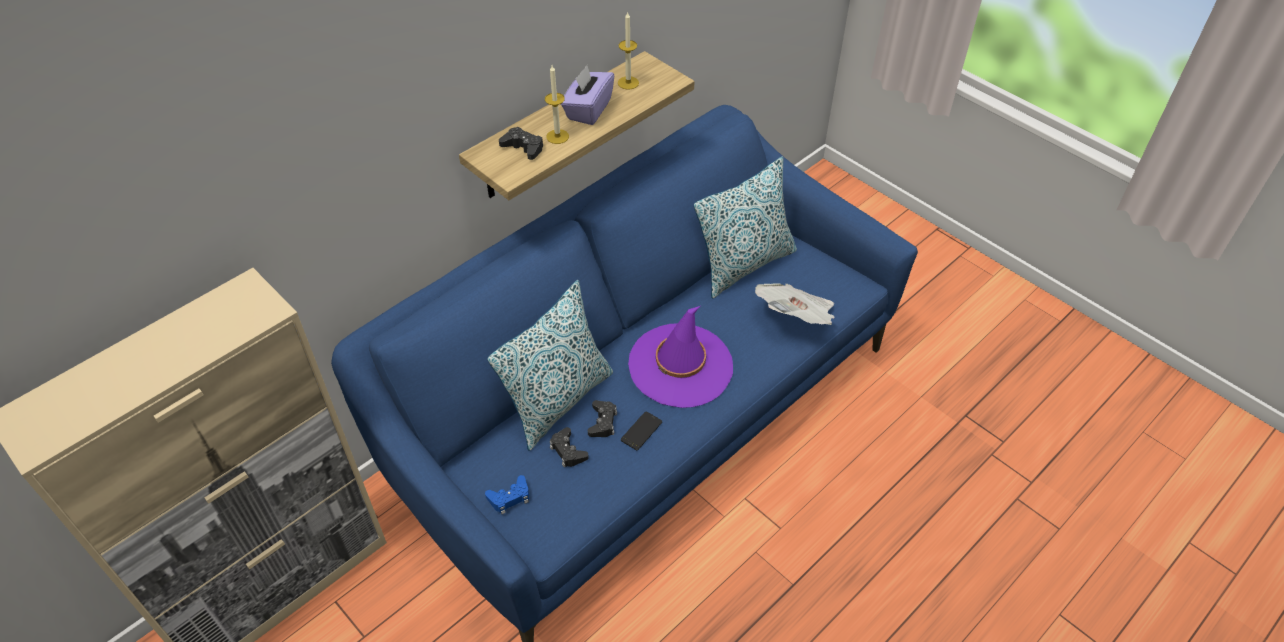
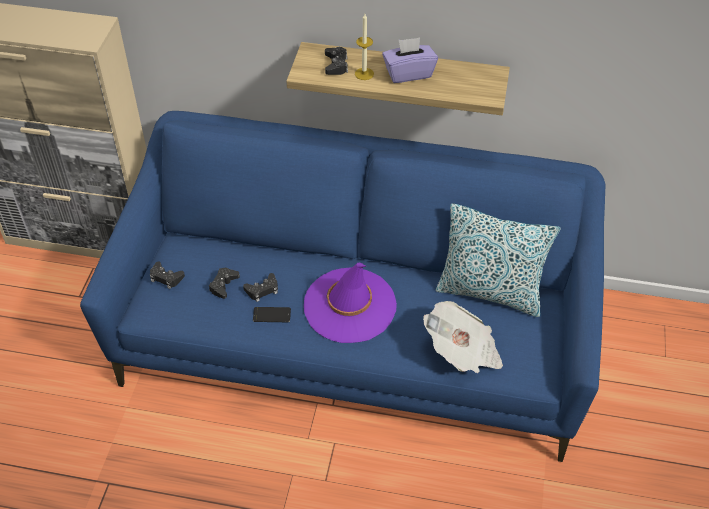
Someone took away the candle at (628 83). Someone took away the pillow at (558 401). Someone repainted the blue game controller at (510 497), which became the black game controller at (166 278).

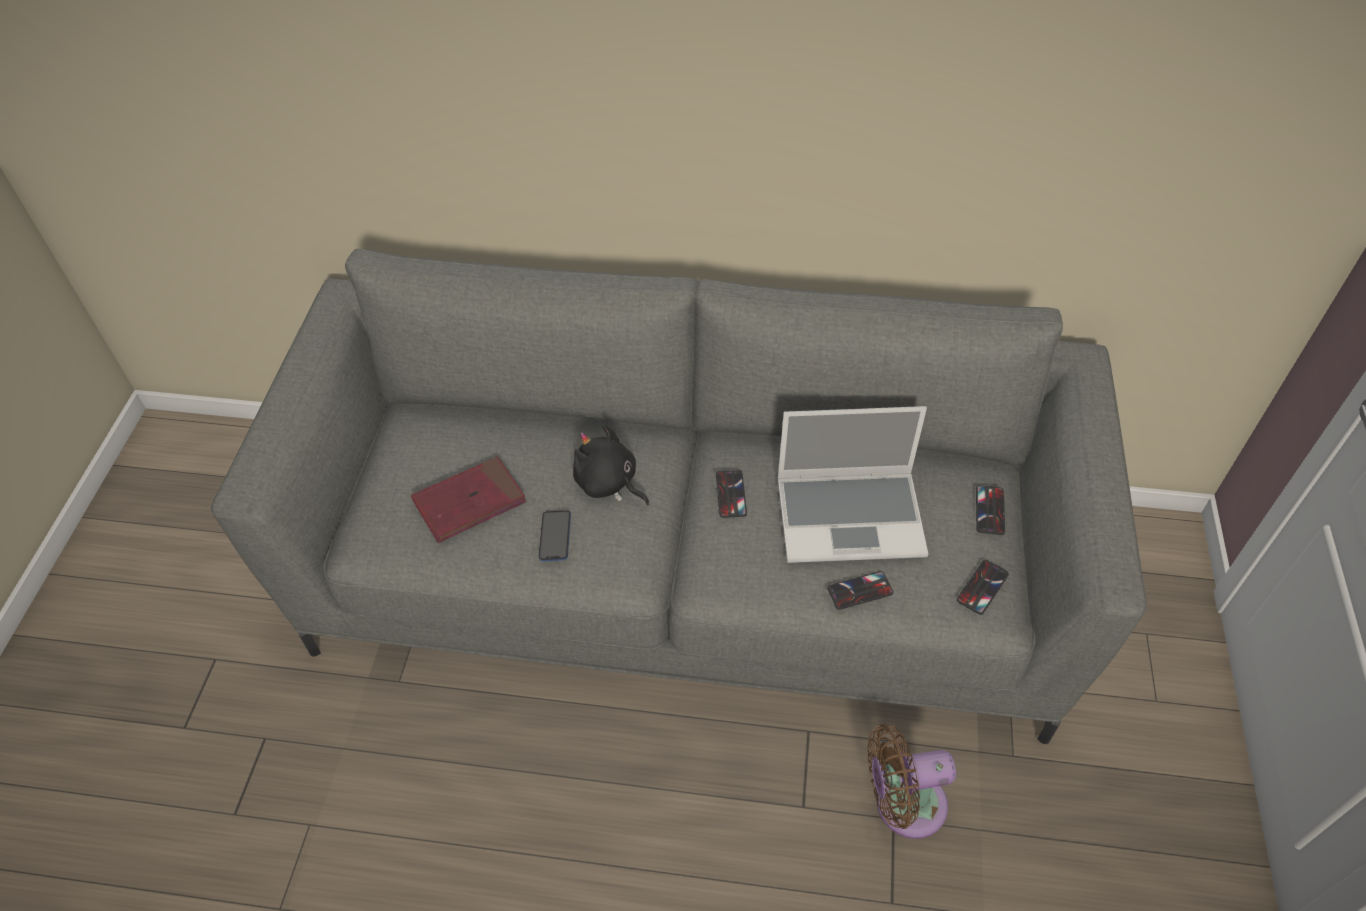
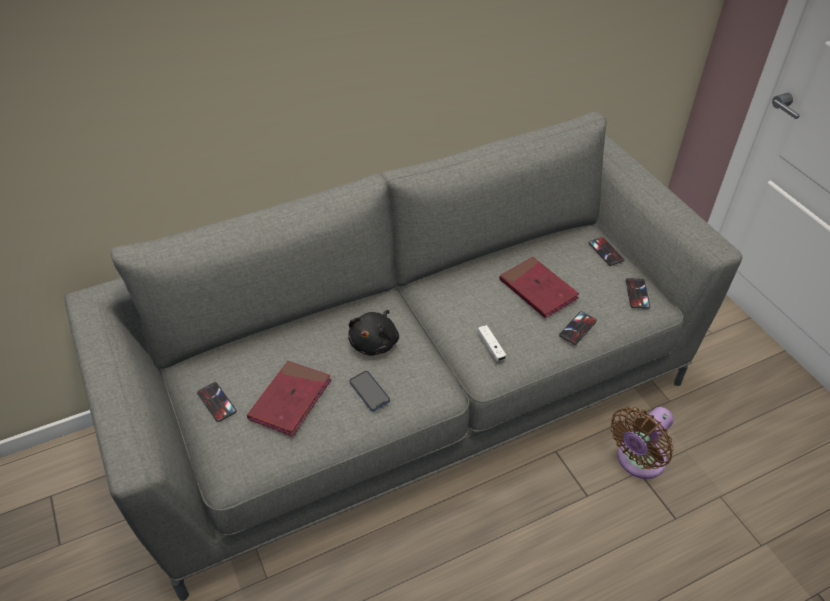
Someone swapped the laptop at (851 516) for the red book at (538 290). Someone rotated the black plush toy at (608 483) by 75 degrees counterclockwise. Someone carried the phone from (730 494) to (216 402). Someone put down the white game controller at (491 347).

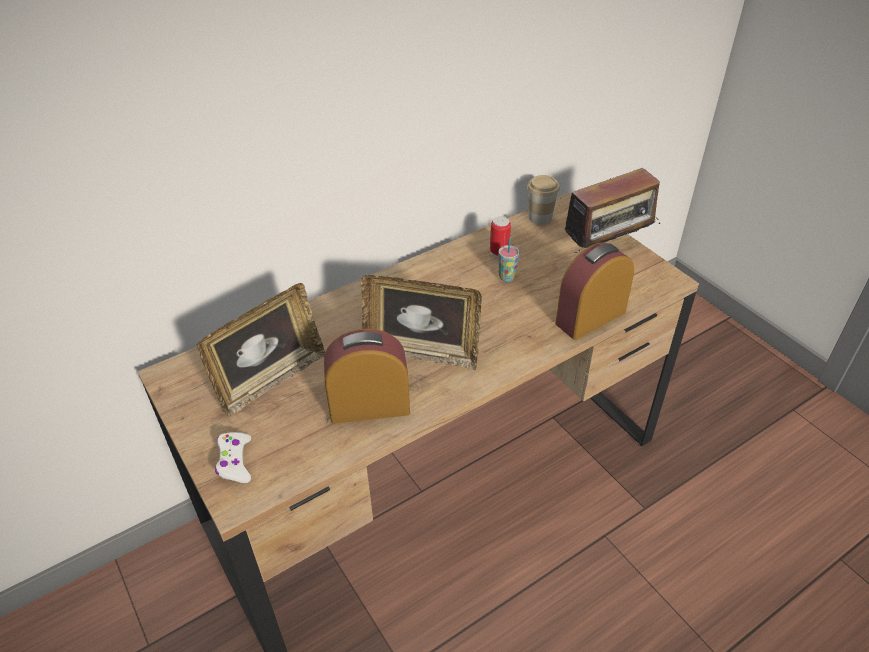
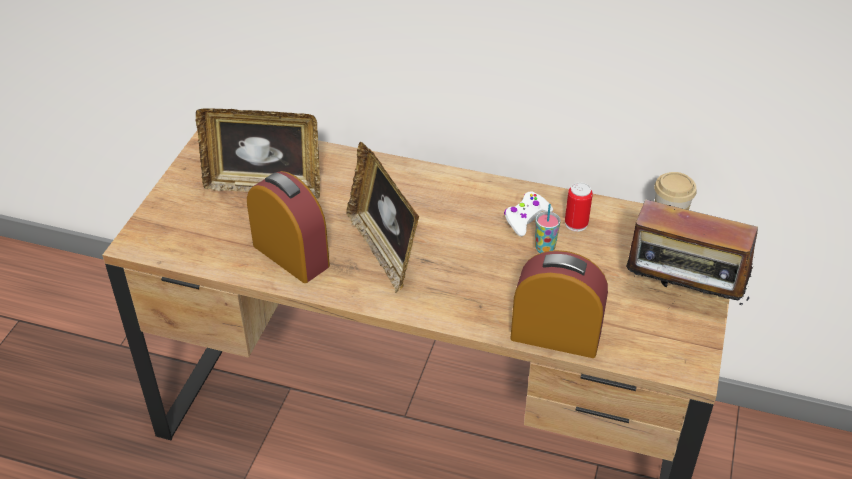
Someone carried the white game controller from (235 462) to (526 218).

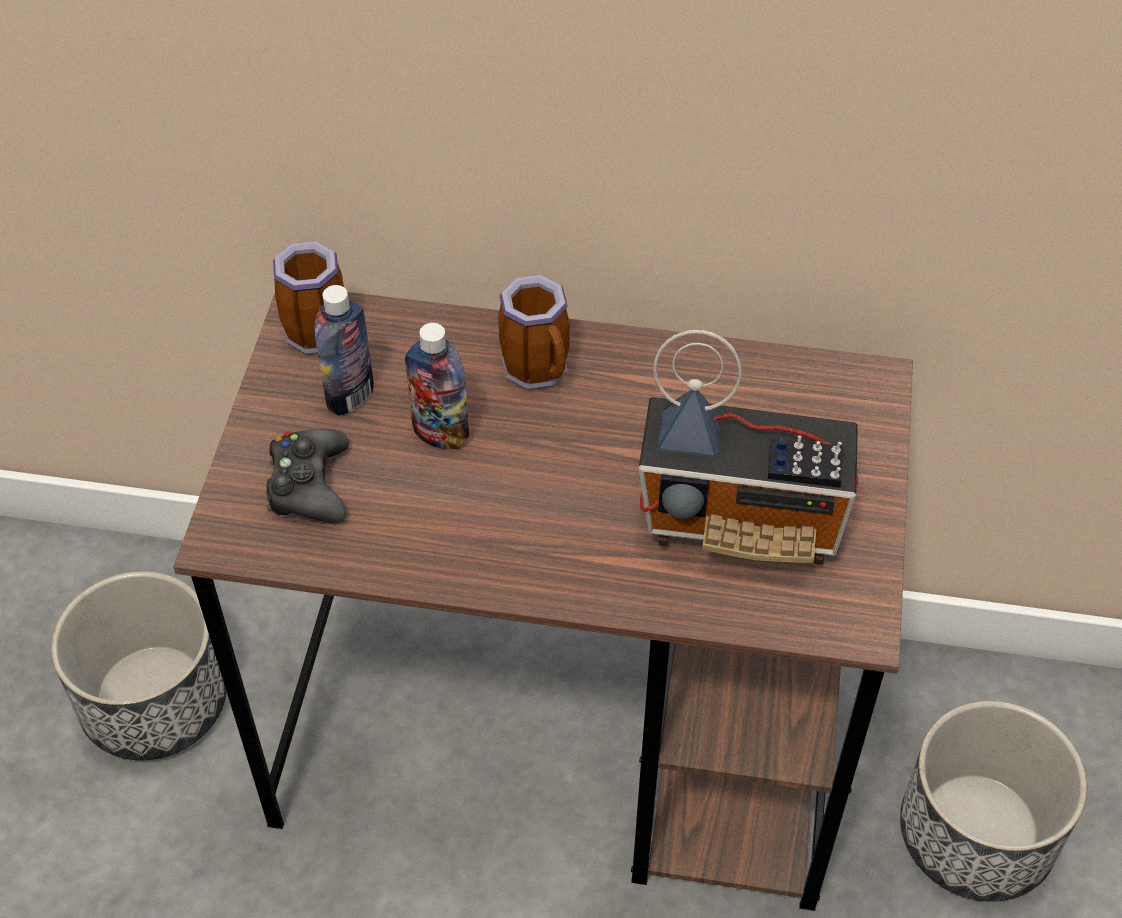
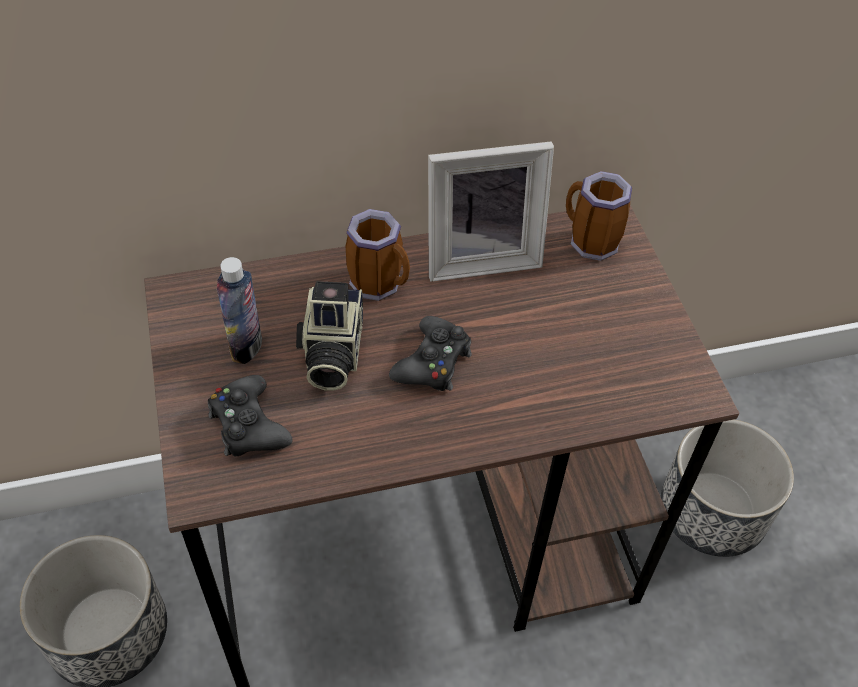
Someone carried the mug from (311 330) to (588 243). Someone swapped the bottle at (440 434) for the photo camera at (331 353). Someone took away the radio at (743 519). Someone put down the picture frame at (481 256). Someone put down the black game controller at (433 363).

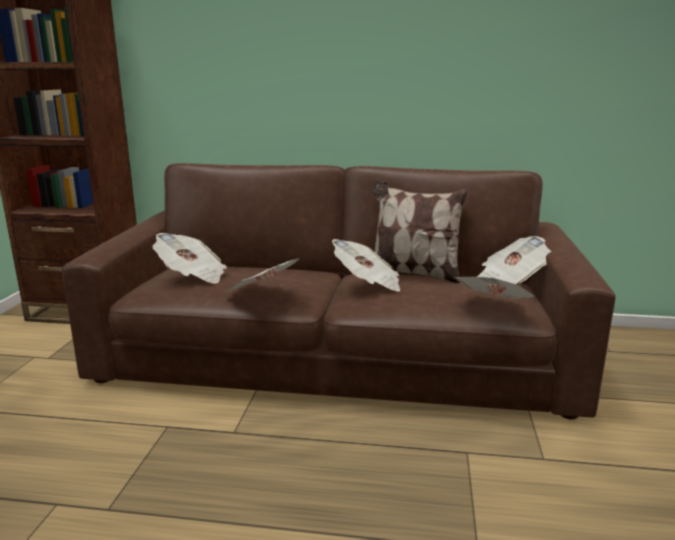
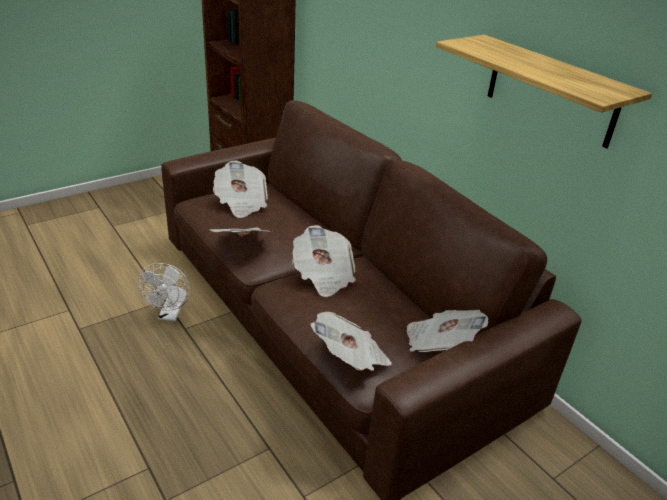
Someone took away the pillow at (413 274). Someone put up the shelf at (551 90). Someone put down the white fan at (170 315).

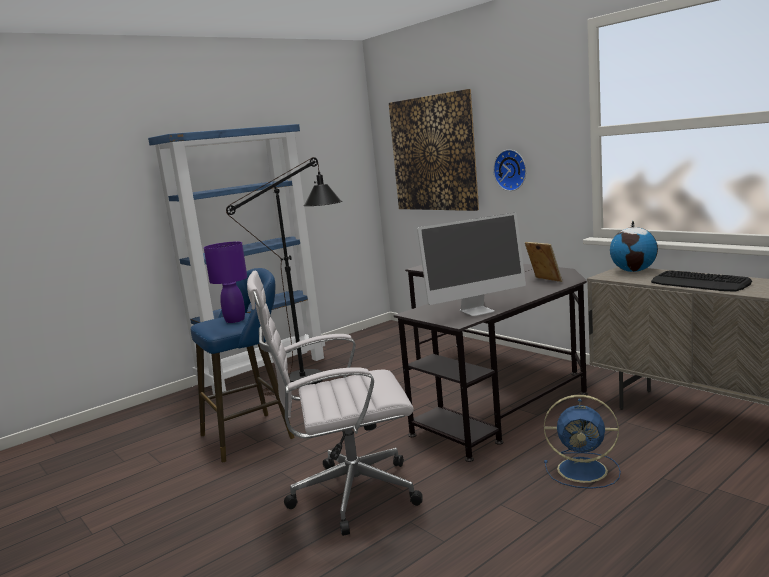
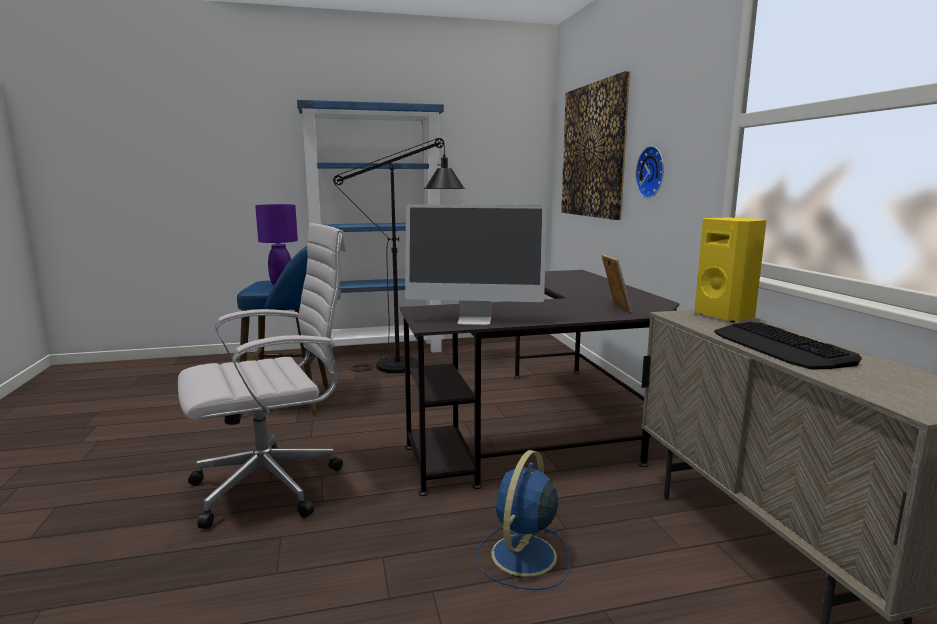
Someone swapped the globe at (634 271) for the yellow speaker at (725 316). Someone rotated the white office chair at (348 495) by 135 degrees clockwise. Someone rotated the blue fan at (584 470) by 75 degrees clockwise.

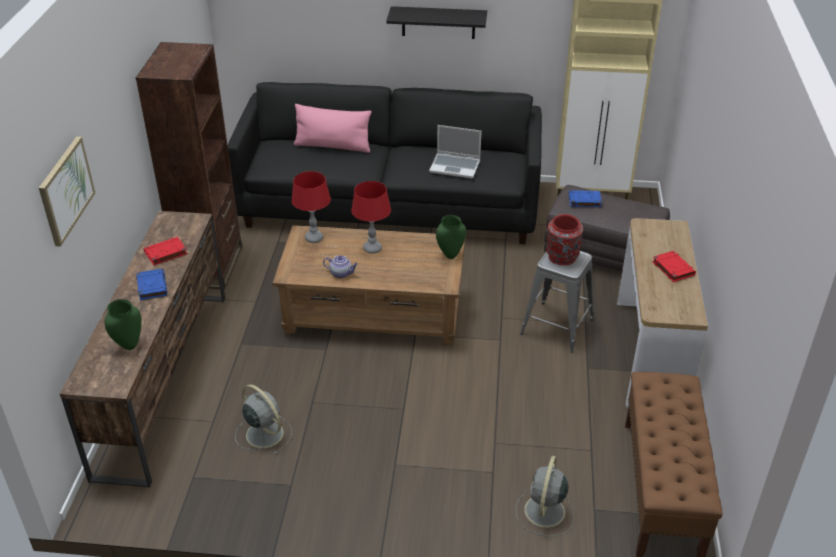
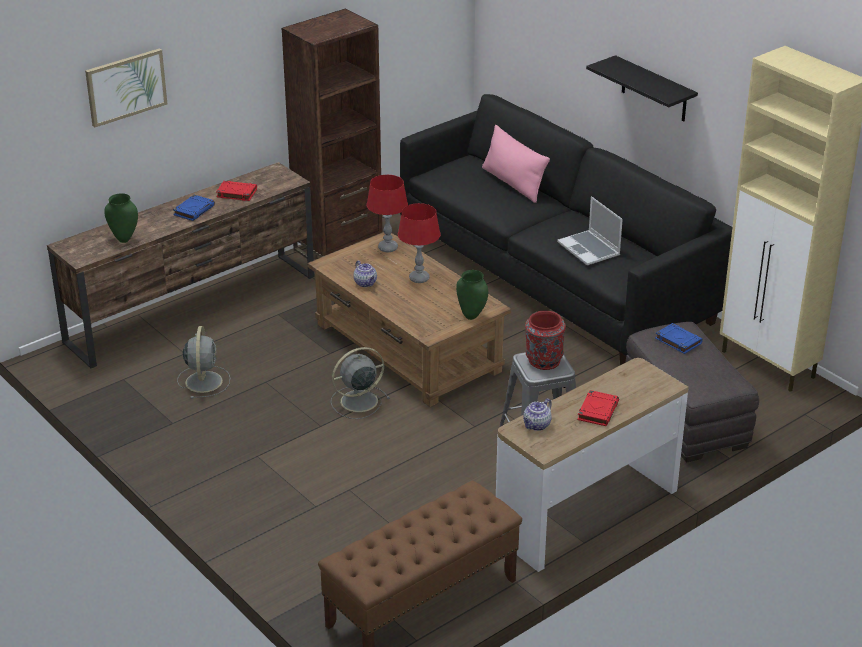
Someone carried the grey fan from (544 512) to (357 401). Someone put down the teapot at (536 425).

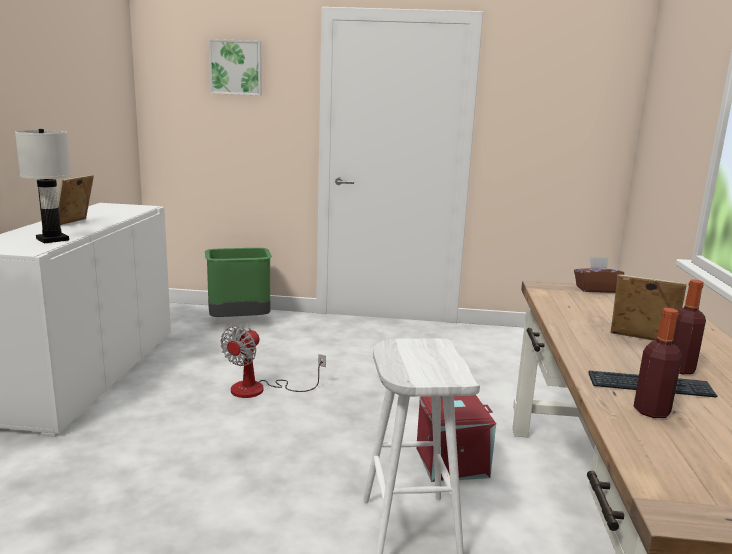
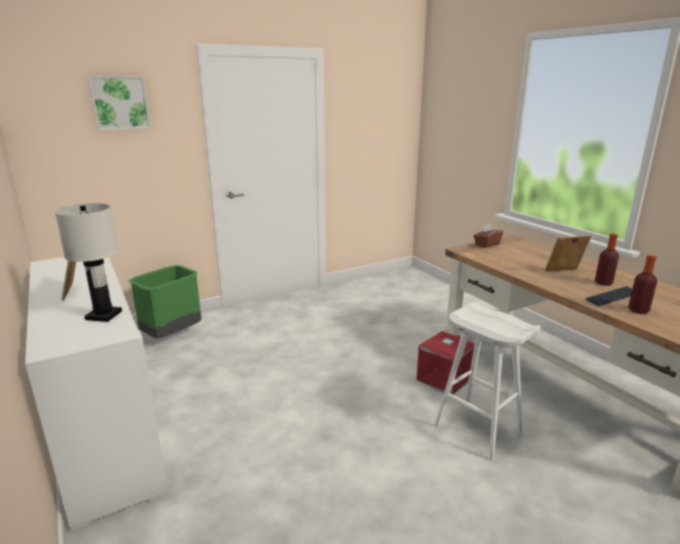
Someone took away the fan at (260 389).

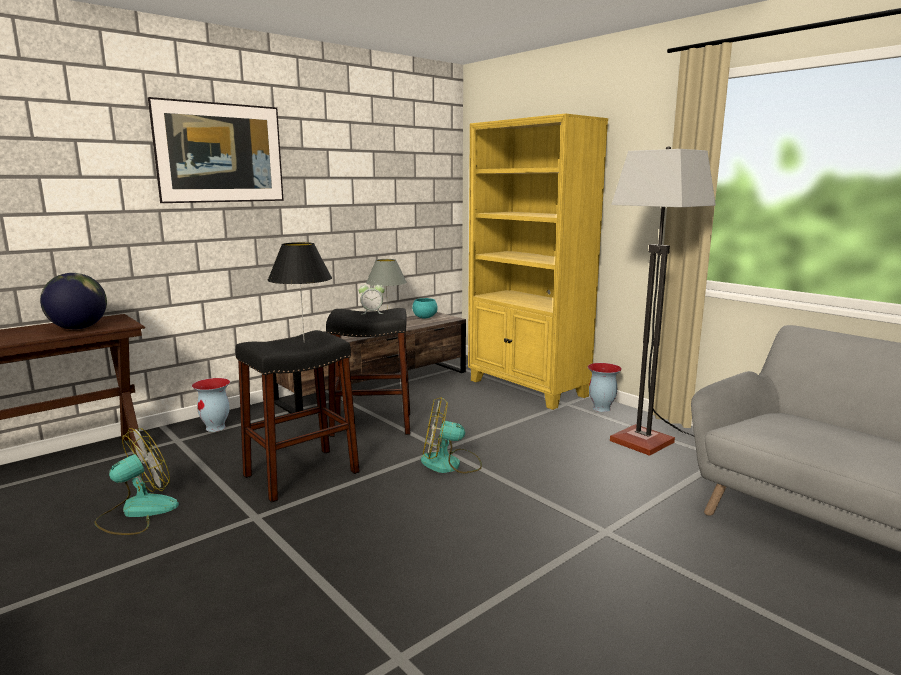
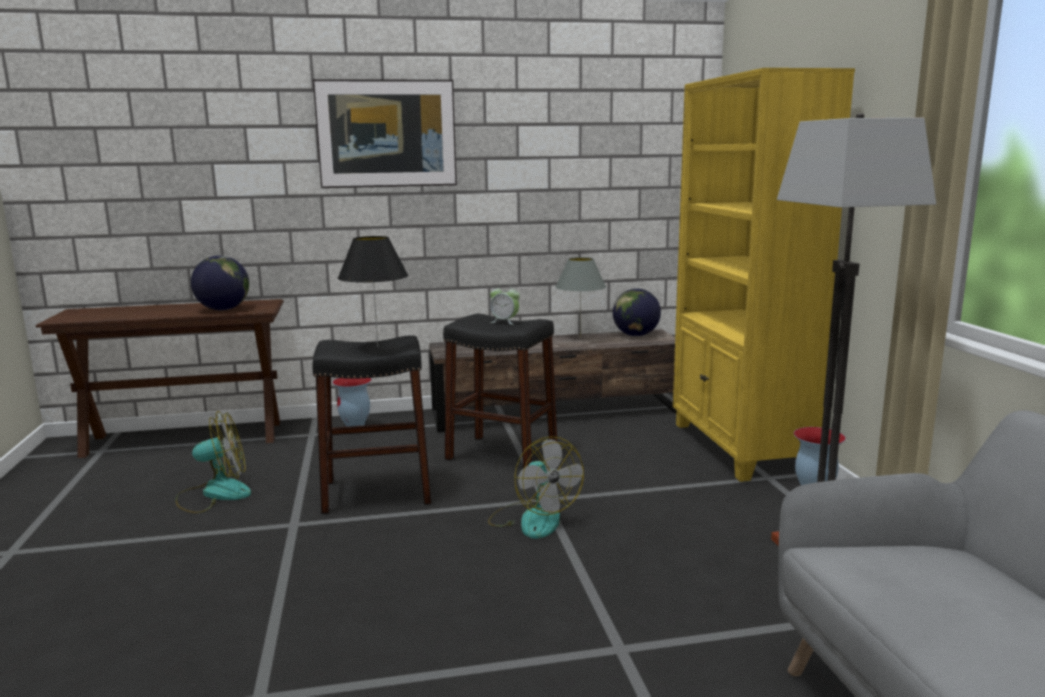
Someone swapped the turquoise bowl at (424 317) for the globe at (635 335). Someone rotated the fan at (450 464) by 150 degrees counterclockwise.

